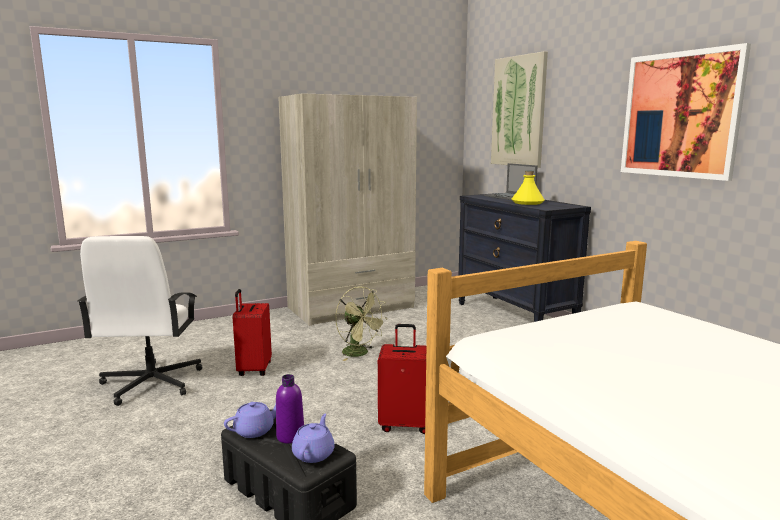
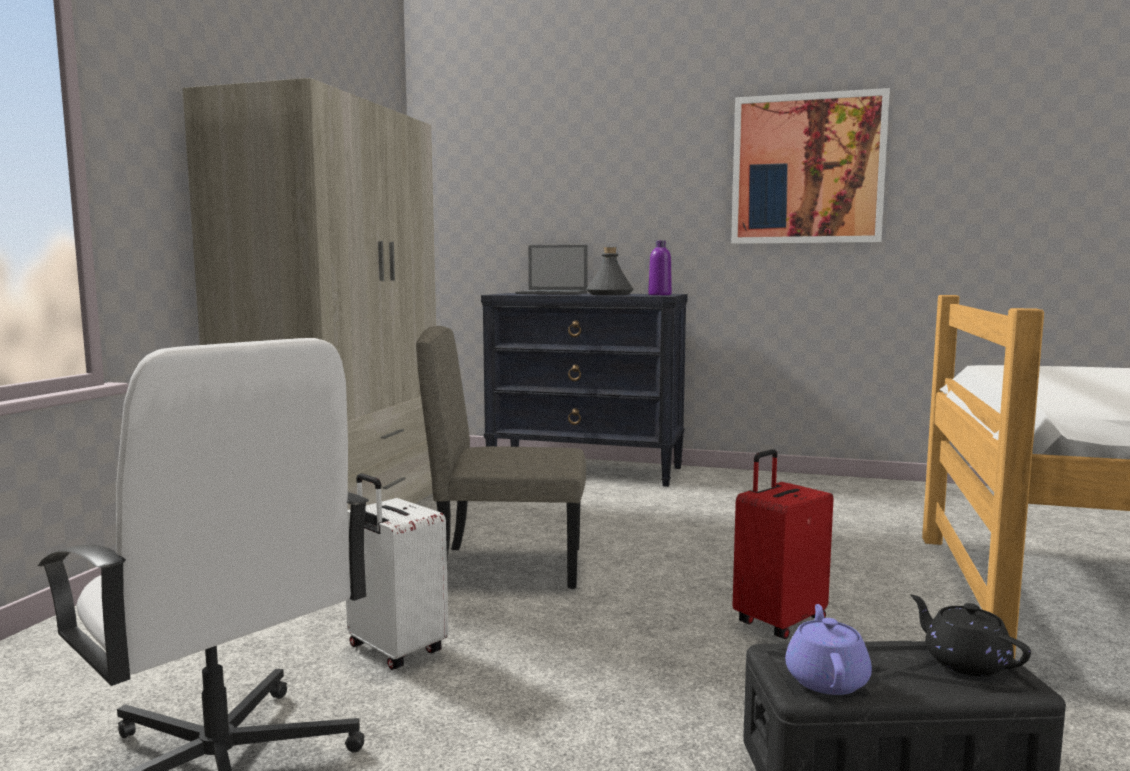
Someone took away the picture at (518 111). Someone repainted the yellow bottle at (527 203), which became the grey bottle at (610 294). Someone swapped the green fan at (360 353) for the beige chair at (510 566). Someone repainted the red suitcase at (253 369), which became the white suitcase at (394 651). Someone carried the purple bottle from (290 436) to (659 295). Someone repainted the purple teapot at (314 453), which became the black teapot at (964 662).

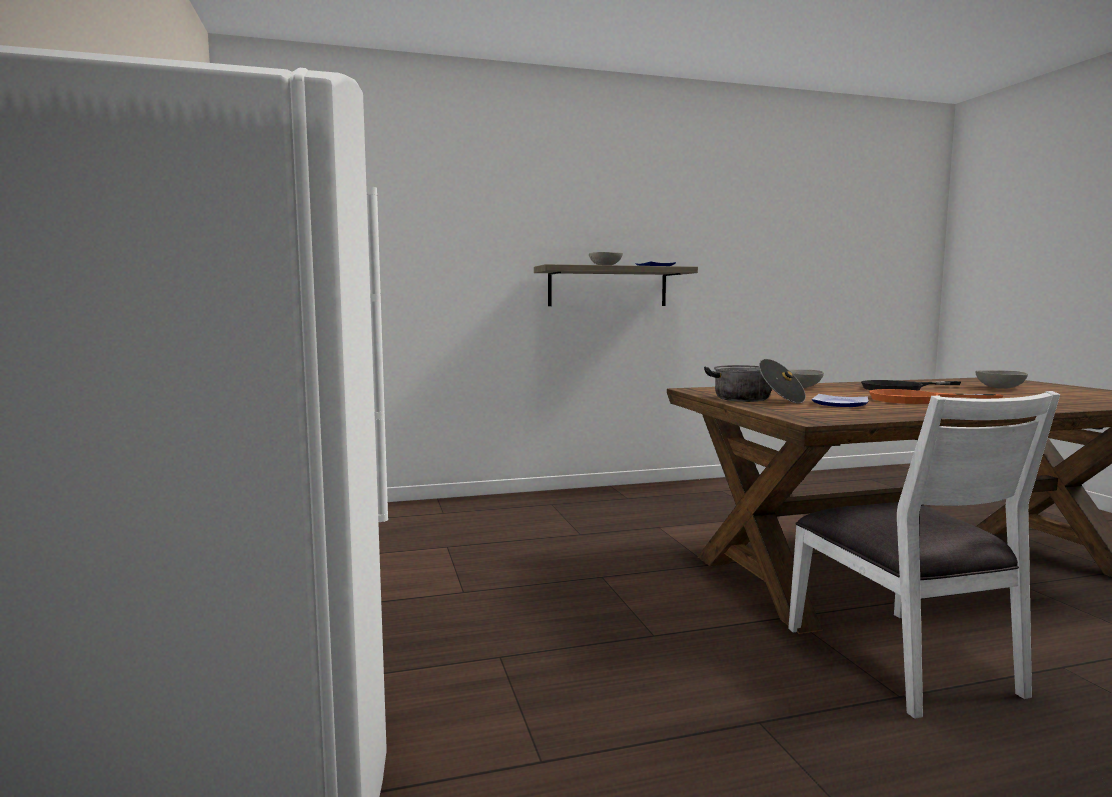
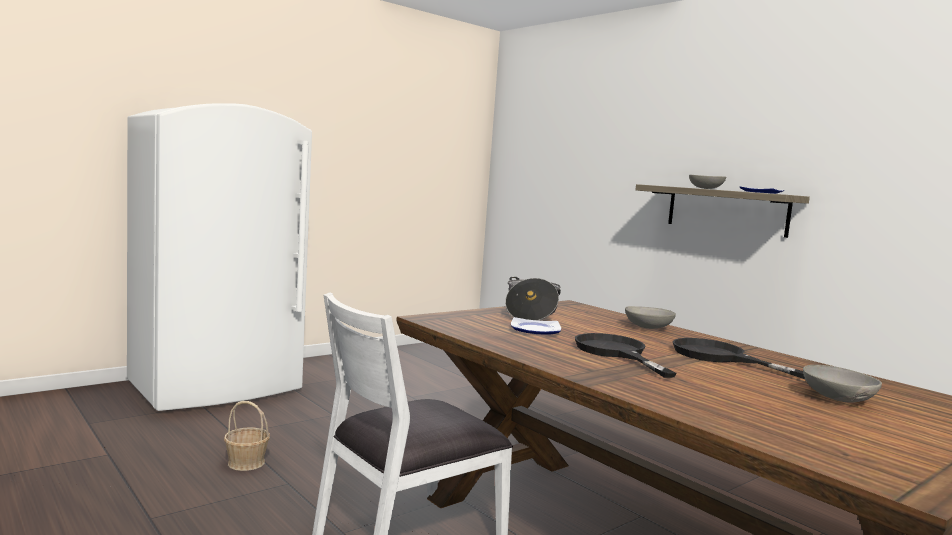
Someone repainted the orange frying pan at (916 400), which became the black frying pan at (616 353). Someone put down the basket at (246 463).

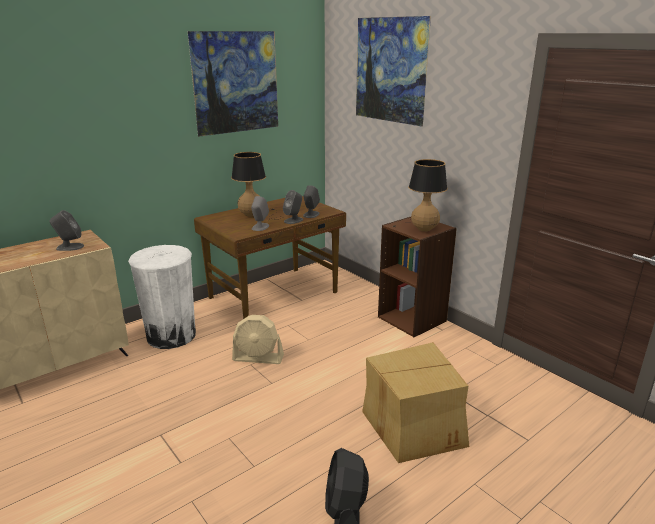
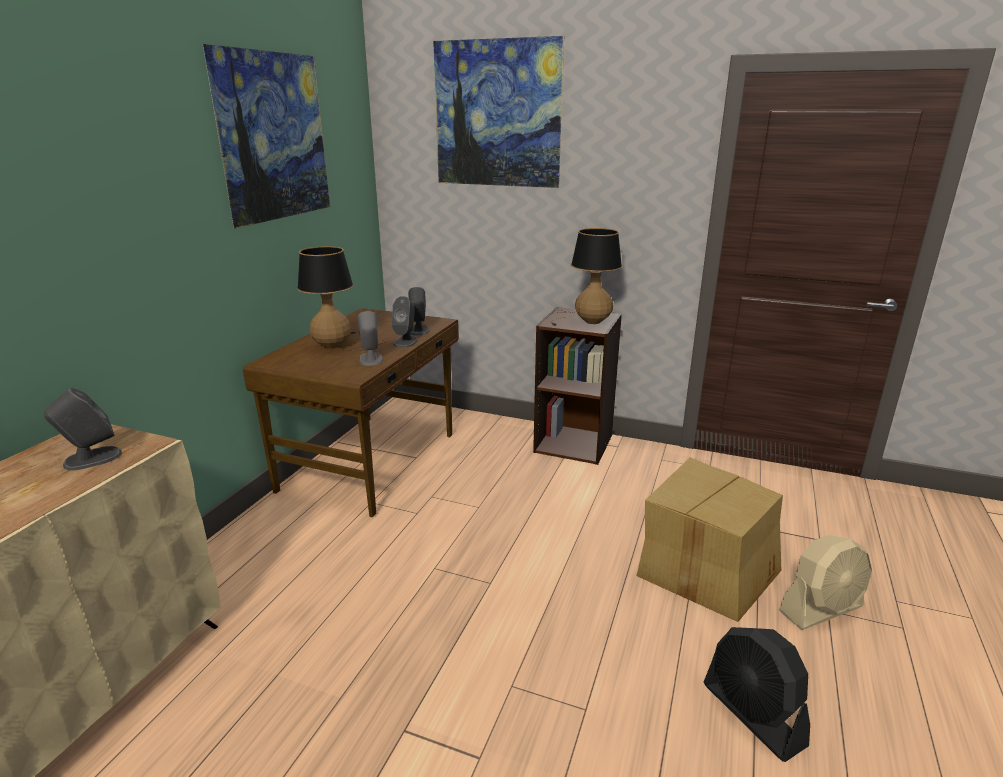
Someone took away the white trash can at (171 335). Someone carried the beige fan from (258 358) to (821 609).

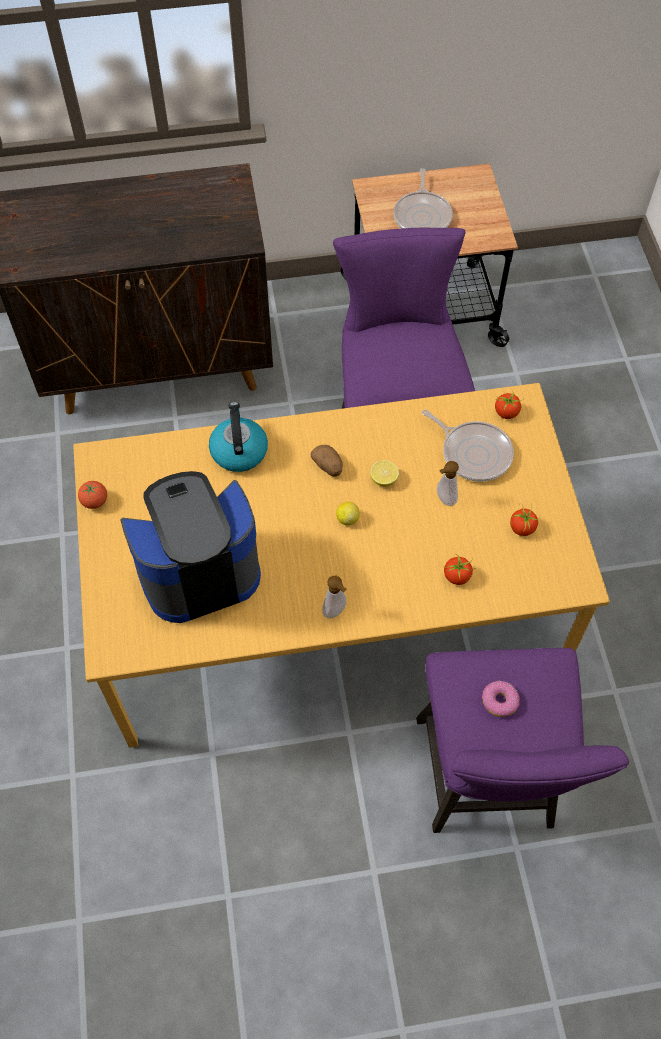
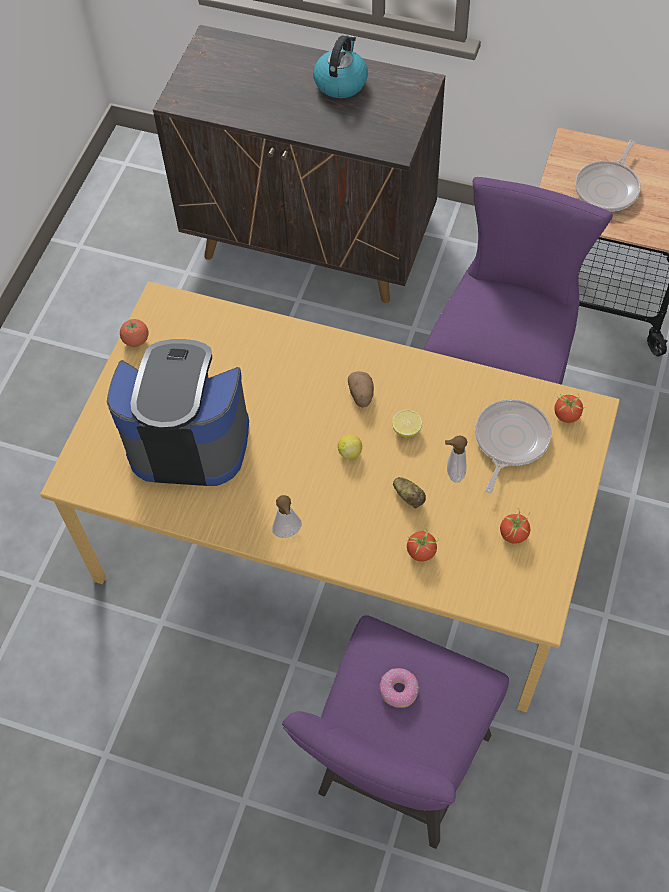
Someone carried the kettle from (238 451) to (341 82). Someone rotated the frying pan at (473 452) by 135 degrees counterclockwise. Someone put down the potato at (409 496).

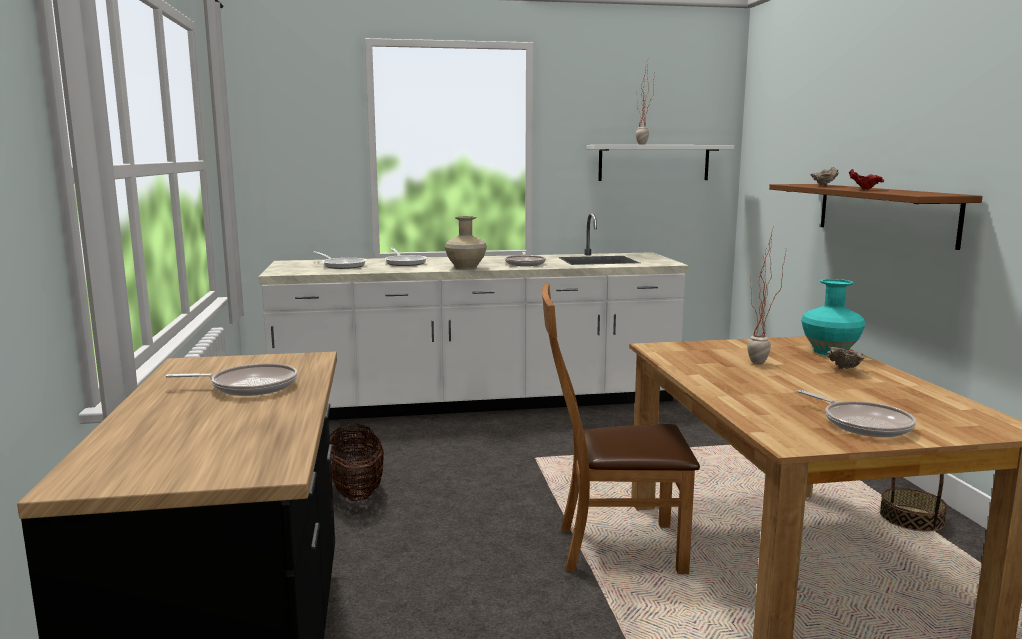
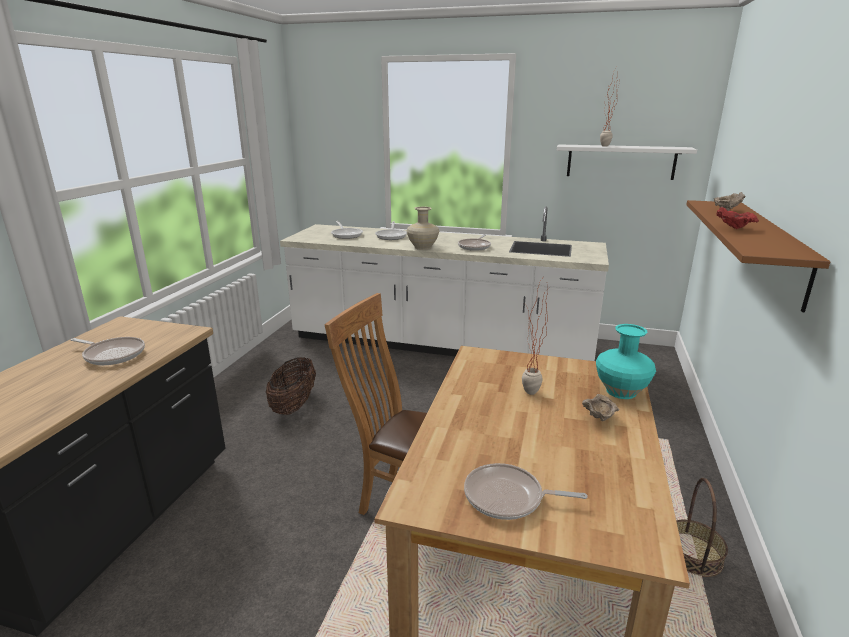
Someone rotated the frying pan at (863 424) by 105 degrees clockwise.

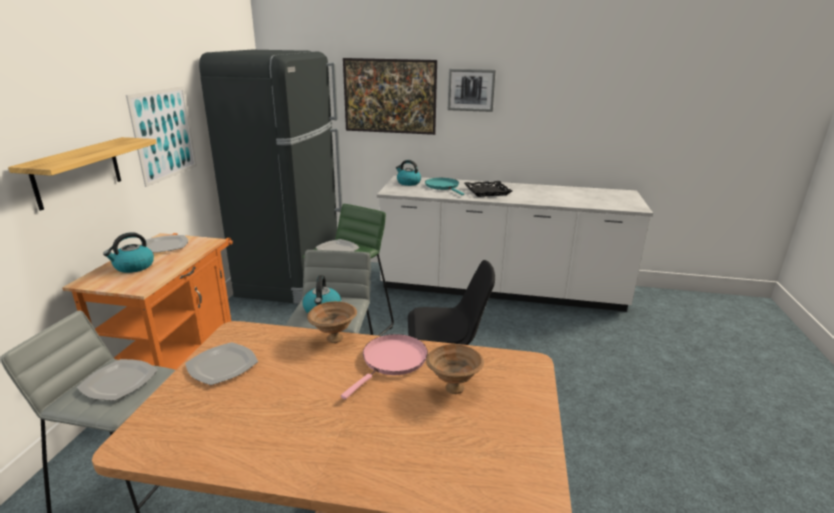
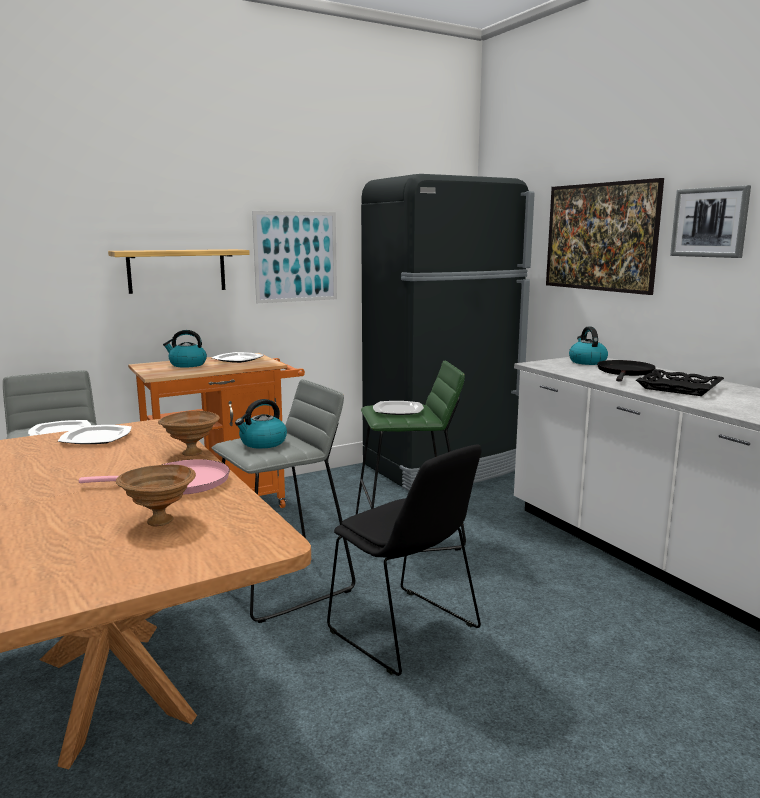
Someone repainted the turquoise frying pan at (443 186), which became the black frying pan at (625 372).

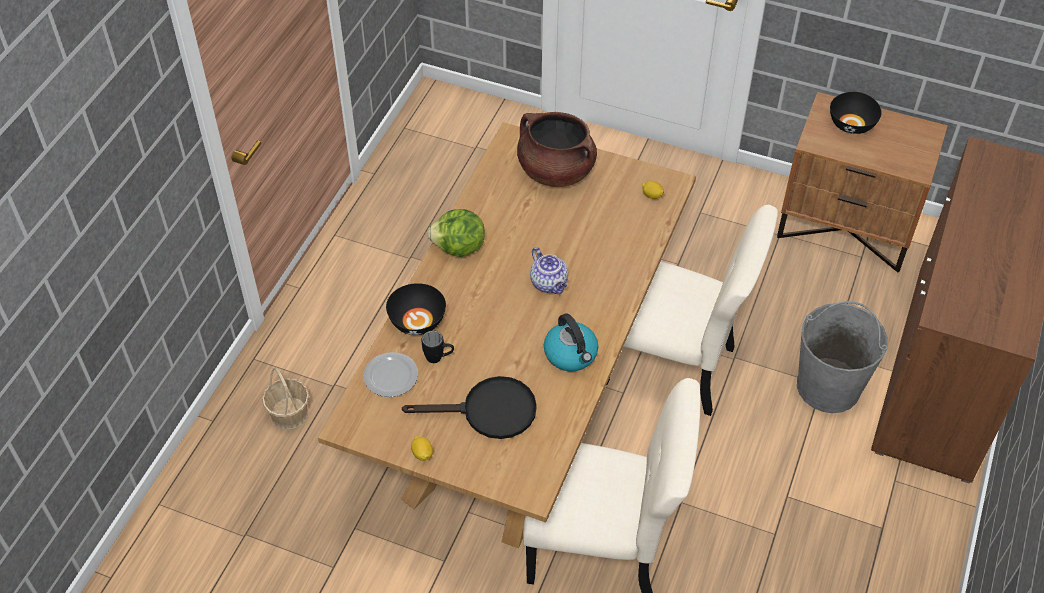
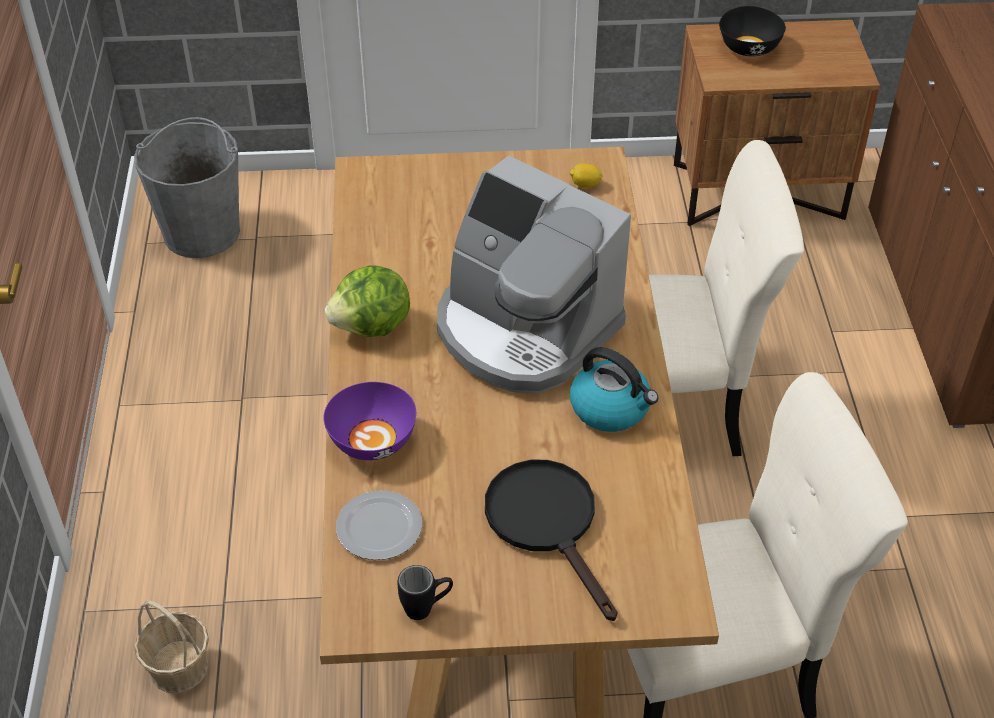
Someone took away the brown cooking pot at (555 171). Someone swapped the teapot at (549 283) for the coffee machine at (524 330). Someone repainted the black bowl at (416 321), which became the purple bowl at (371 441). Someone carried the grey bucket from (829 386) to (202 232). Someone carried the black mug from (439 358) to (426 608). Someone rotated the black frying pan at (488 411) by 90 degrees counterclockwise. Someone took away the lemon at (422 454).

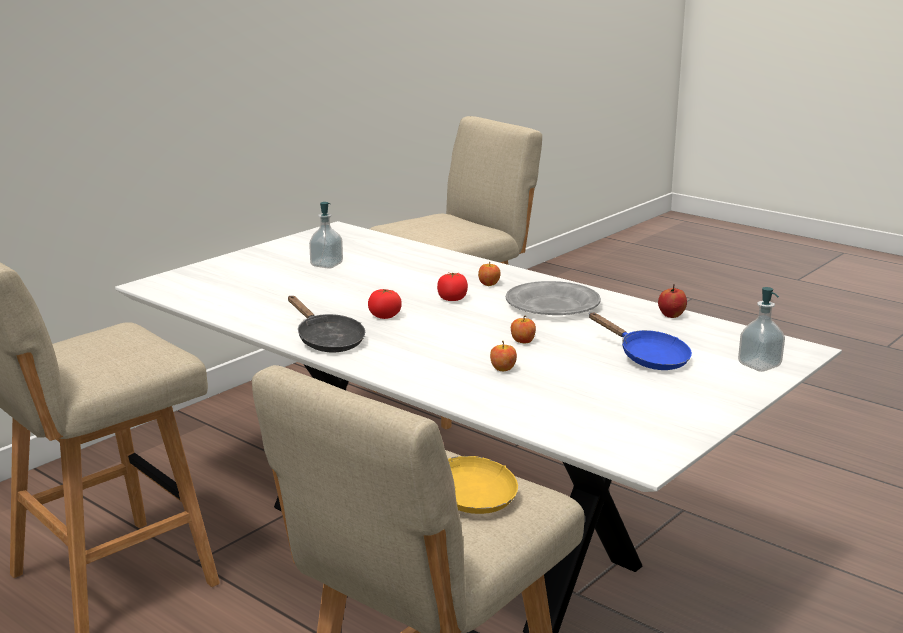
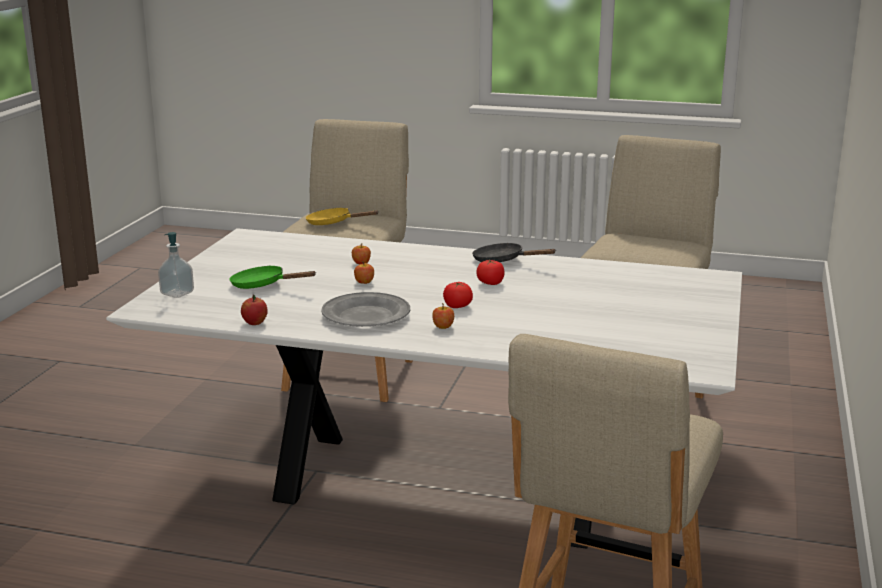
Someone took away the soap dispenser at (326 265). Someone repainted the blue frying pan at (647 358), which became the green frying pan at (263 285).

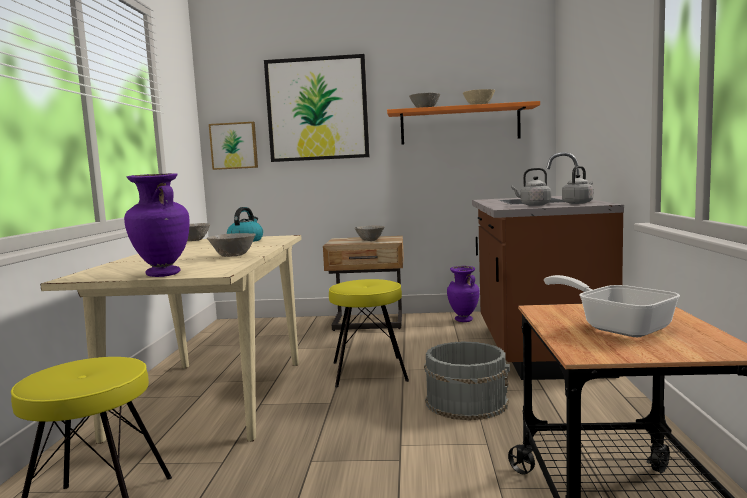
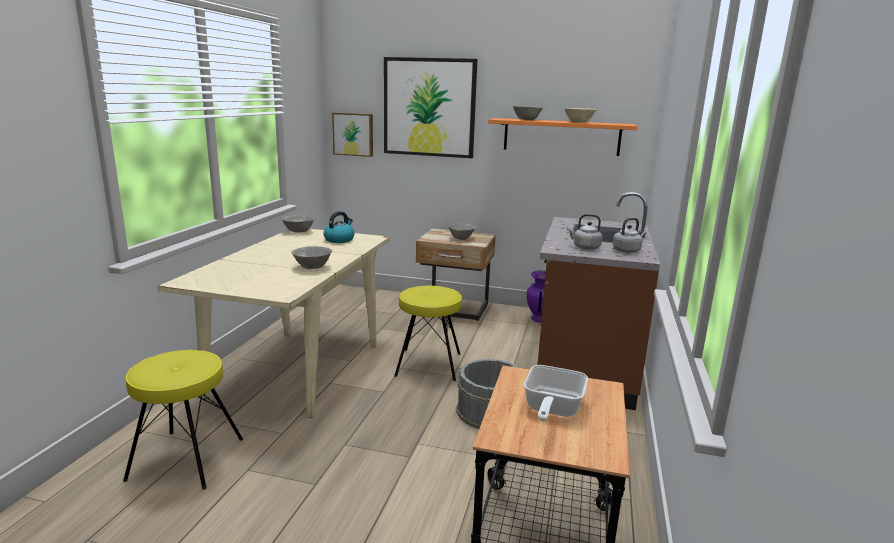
Someone took away the purple vase at (162 274). Someone rotated the frying pan at (617 326) by 135 degrees counterclockwise.

